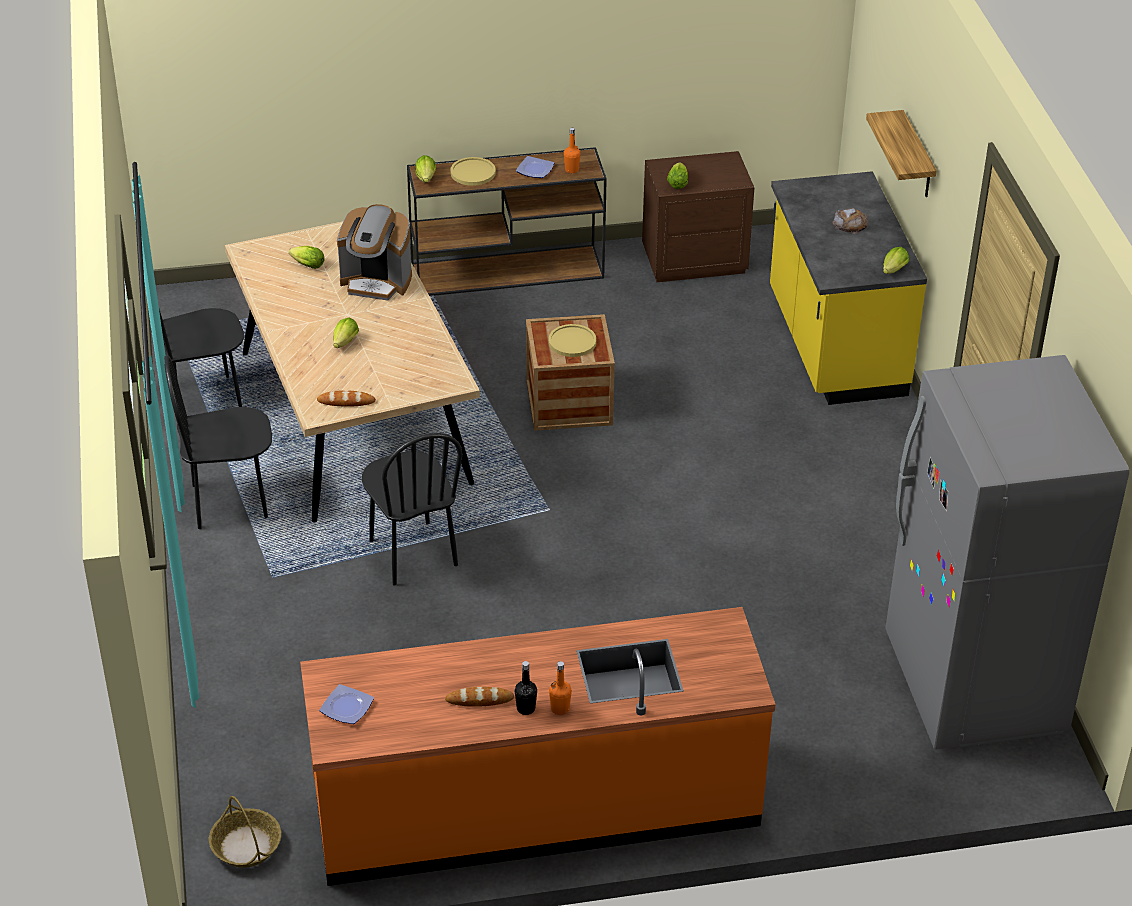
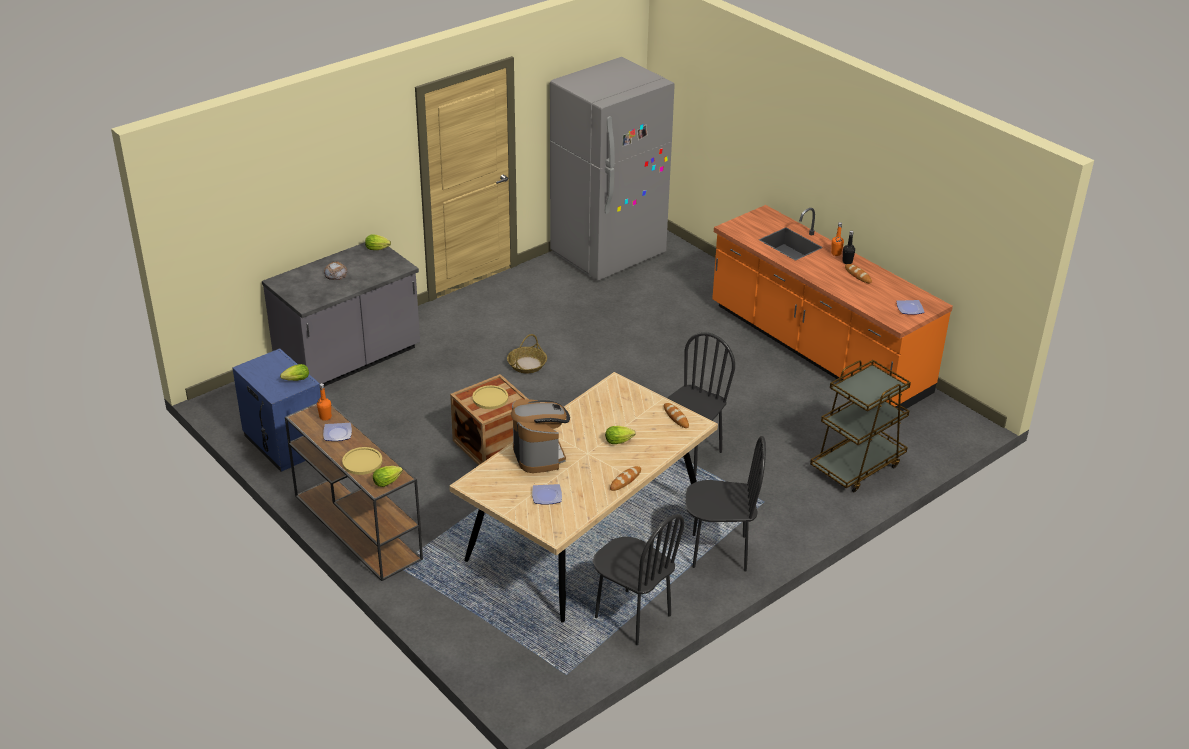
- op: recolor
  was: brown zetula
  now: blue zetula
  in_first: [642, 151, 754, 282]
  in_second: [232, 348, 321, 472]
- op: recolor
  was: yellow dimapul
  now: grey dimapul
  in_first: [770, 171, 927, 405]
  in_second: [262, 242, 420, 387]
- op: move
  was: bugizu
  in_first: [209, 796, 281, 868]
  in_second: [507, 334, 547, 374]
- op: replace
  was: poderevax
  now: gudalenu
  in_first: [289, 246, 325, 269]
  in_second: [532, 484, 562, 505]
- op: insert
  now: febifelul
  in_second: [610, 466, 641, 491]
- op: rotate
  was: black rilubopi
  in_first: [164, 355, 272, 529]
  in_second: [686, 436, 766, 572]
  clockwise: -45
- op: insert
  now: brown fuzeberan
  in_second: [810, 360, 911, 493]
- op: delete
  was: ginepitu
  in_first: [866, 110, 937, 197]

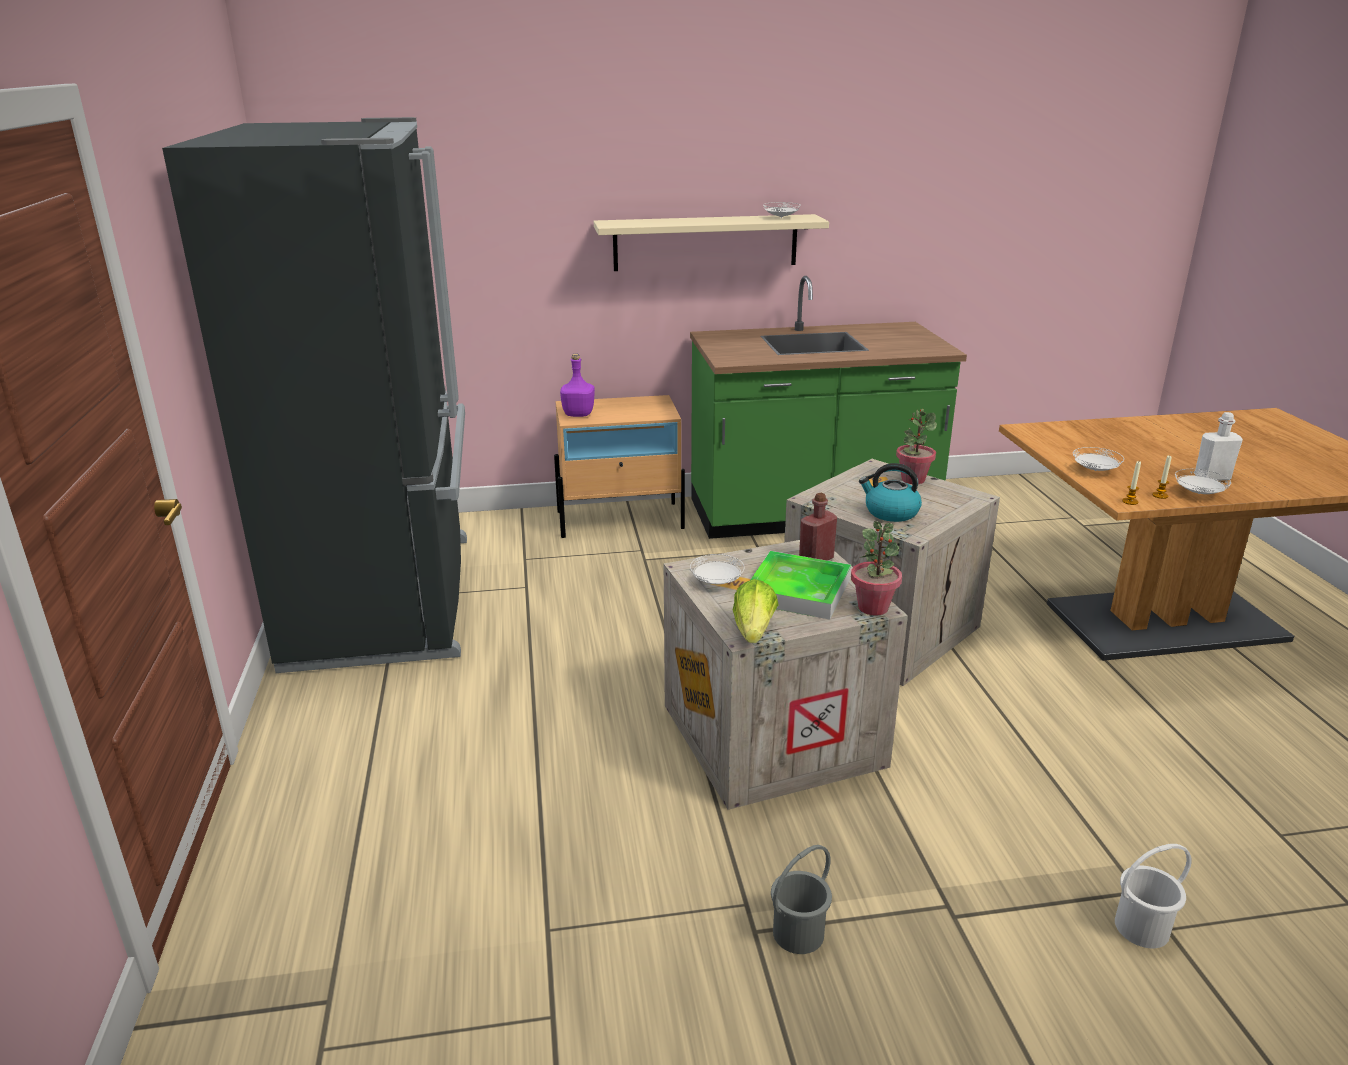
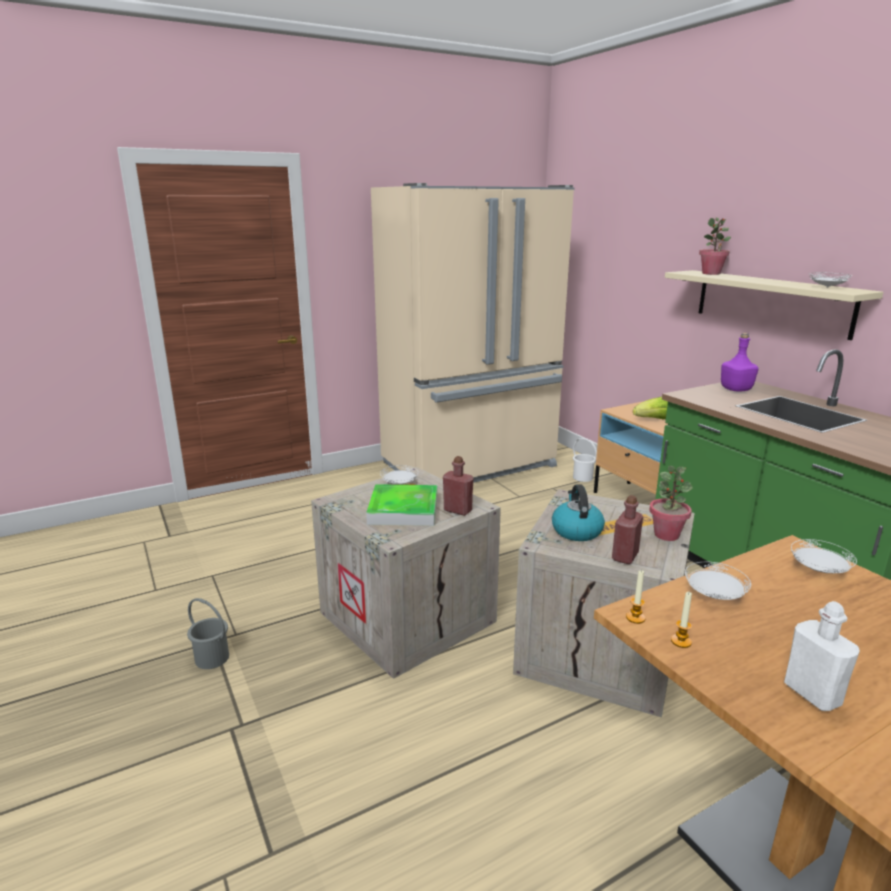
- op: recolor
  was: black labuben
  now: beige labuben
  in_first: [162, 117, 467, 673]
  in_second: [371, 183, 574, 483]
- op: move
  was: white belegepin
  in_first: [1115, 844, 1192, 948]
  in_second: [573, 438, 597, 482]
- op: insert
  now: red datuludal
  in_second: [612, 495, 643, 564]
- op: move
  was: poderevax
  in_first: [733, 579, 779, 643]
  in_second: [633, 397, 668, 420]
- op: move
  was: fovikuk
  in_first: [851, 521, 902, 616]
  in_second: [699, 217, 731, 275]
- op: move
  was: purple datuludal
  in_first: [560, 354, 595, 417]
  in_second: [721, 333, 759, 391]
- op: move
  was: white gudalenu
  in_first: [1175, 469, 1231, 494]
  in_second: [791, 539, 857, 573]

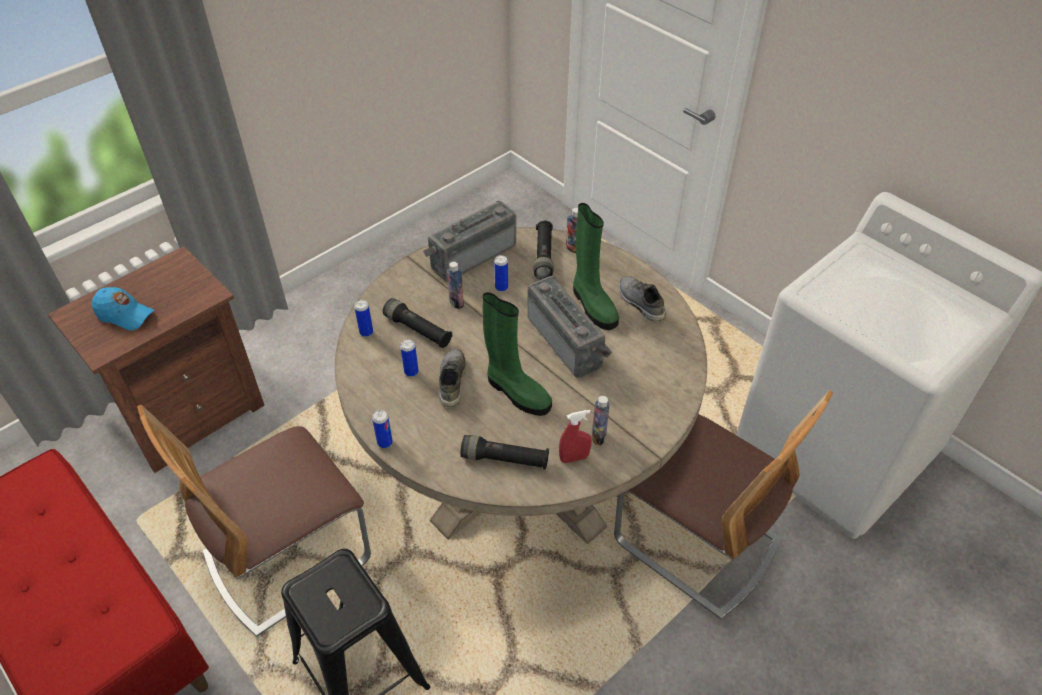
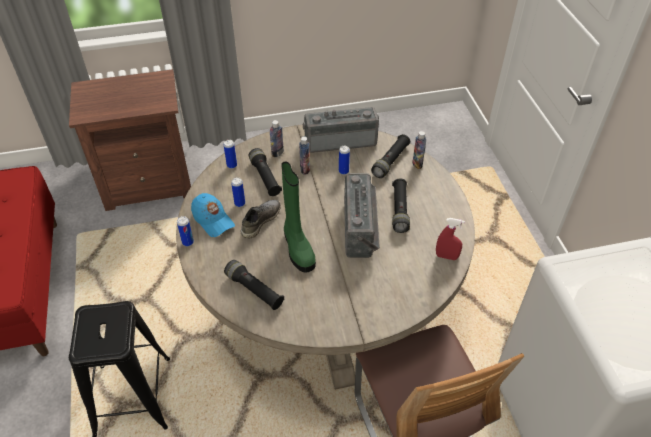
- op: move
  was: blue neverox
  in_first: [92, 287, 154, 331]
  in_second: [191, 193, 235, 237]
- op: move
  was: datuludal
  in_first: [592, 396, 610, 445]
  in_second: [270, 120, 284, 157]
- op: replace
  was: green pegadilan
  now: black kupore
  in_first: [573, 203, 619, 330]
  in_second: [392, 178, 410, 233]
- op: move
  was: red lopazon
  in_first: [559, 410, 592, 463]
  in_second: [436, 218, 465, 260]
- op: delete
  was: rilubopi
  in_first: [137, 405, 371, 637]
- op: delete
  was: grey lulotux
  in_first: [619, 276, 666, 321]

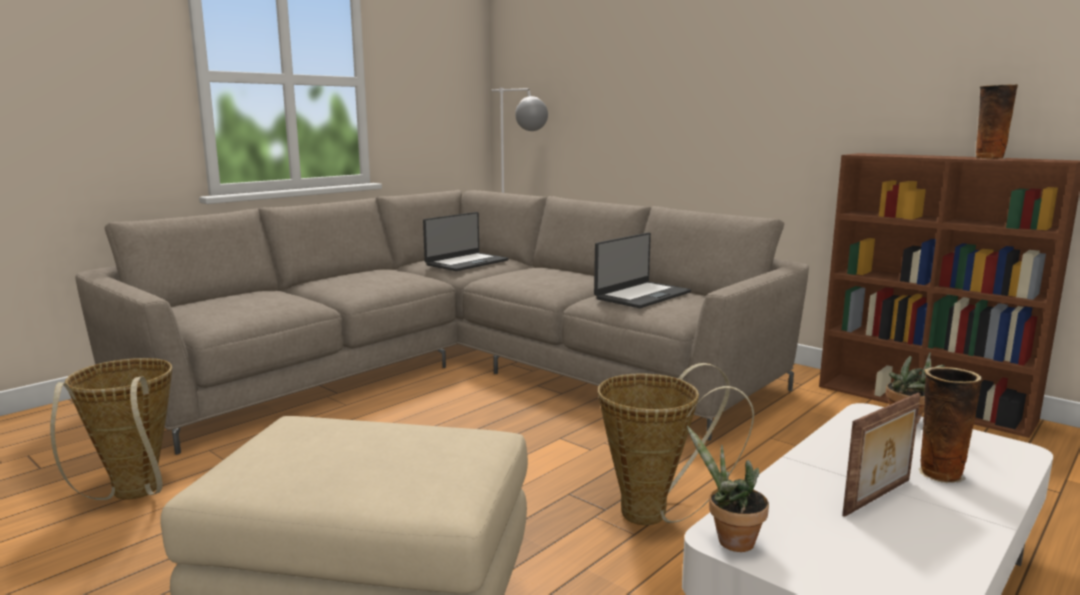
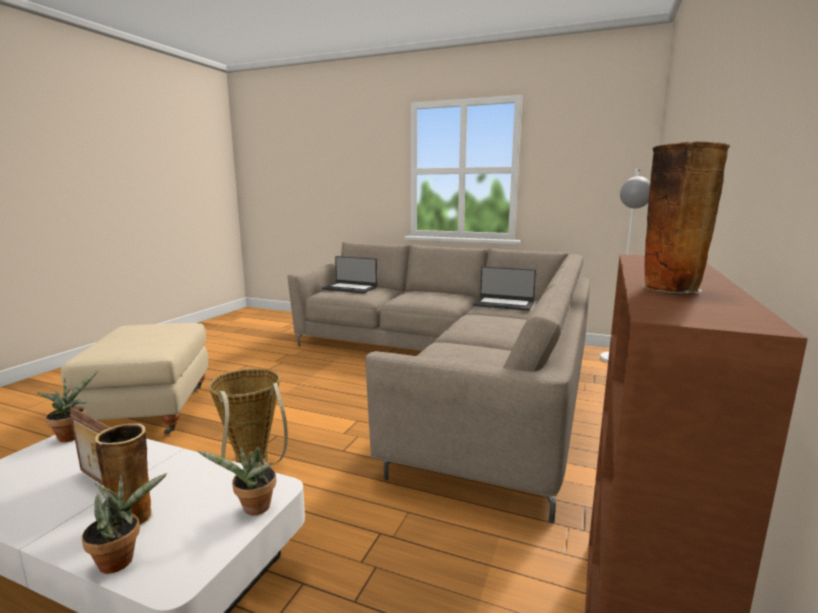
- op: insert
  now: fovikuk
  in_second: [82, 473, 167, 574]
- op: move
  was: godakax
  in_first: [594, 233, 691, 308]
  in_second: [322, 256, 377, 293]
- op: delete
  was: bugizu
  in_first: [50, 358, 172, 500]

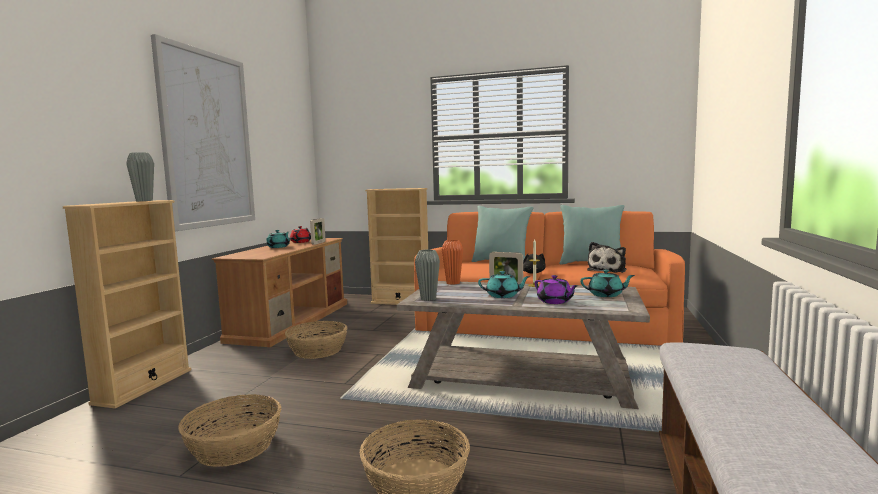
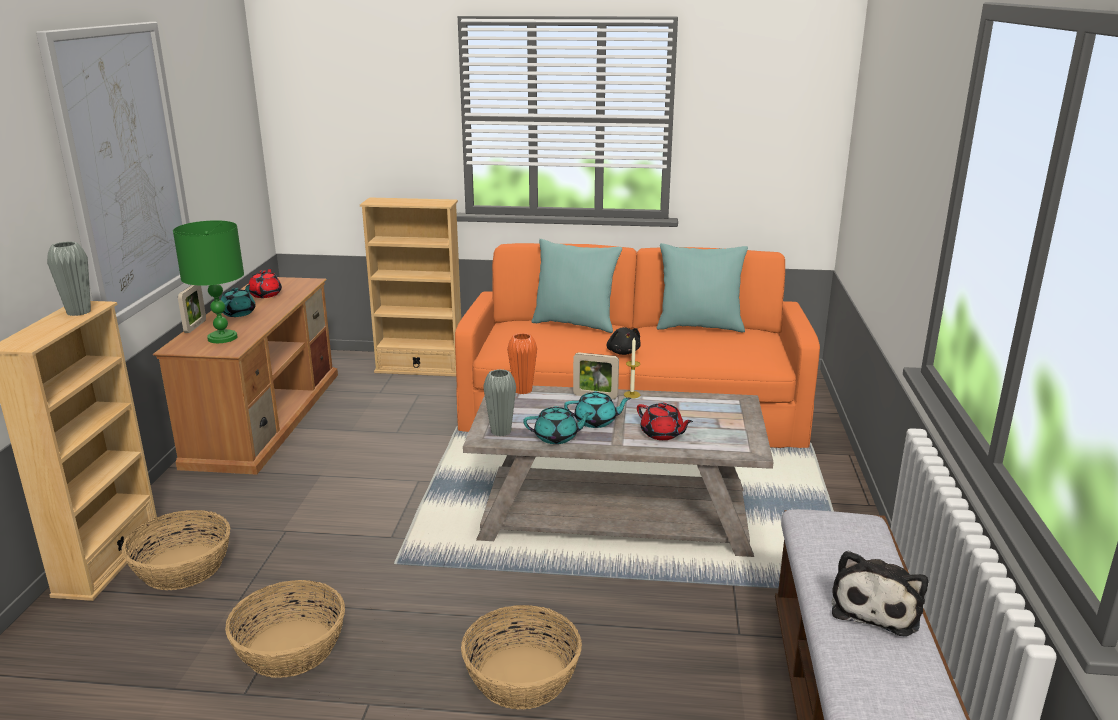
- op: move
  was: bugizu
  in_first: [285, 321, 348, 359]
  in_second: [122, 510, 230, 590]
- op: insert
  now: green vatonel
  in_second: [173, 220, 244, 343]
- op: move
  was: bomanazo
  in_first: [310, 218, 325, 245]
  in_second: [178, 285, 206, 333]
- op: move
  was: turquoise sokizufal
  in_first: [580, 270, 635, 297]
  in_second: [523, 406, 593, 444]
- op: recolor
  was: purple sokizufal
  now: red sokizufal
  in_first: [535, 275, 579, 304]
  in_second: [637, 403, 693, 440]
- op: move
  was: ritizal
  in_first: [587, 242, 626, 273]
  in_second: [832, 550, 928, 636]

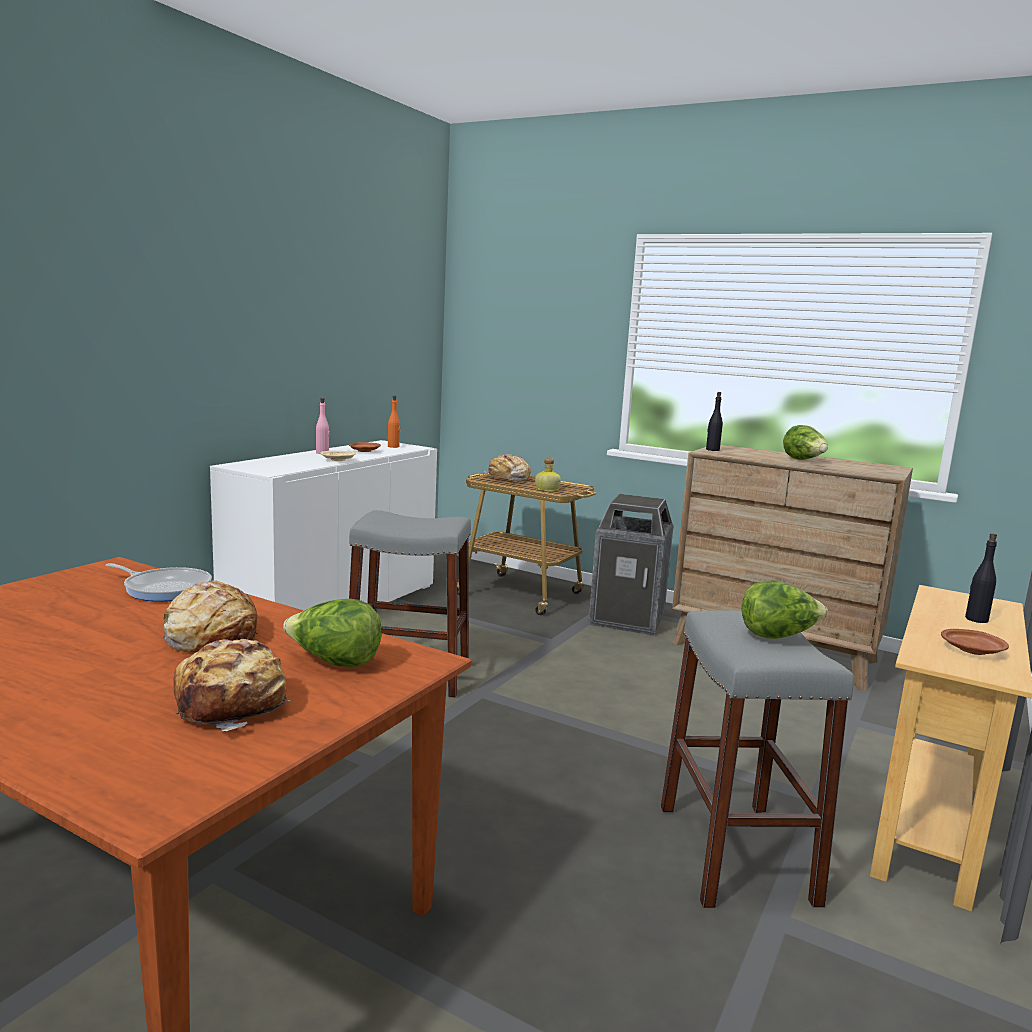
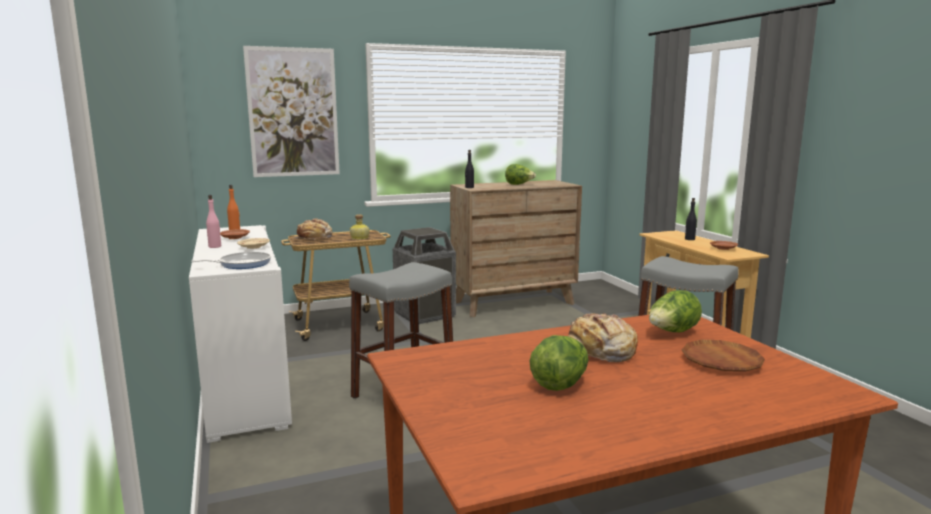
- op: move
  was: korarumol
  in_first: [106, 563, 212, 602]
  in_second: [191, 252, 271, 269]
- op: insert
  now: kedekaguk
  in_second: [243, 46, 340, 177]
- op: move
  was: poderevax
  in_first: [742, 580, 828, 639]
  in_second: [529, 335, 588, 391]
- op: replace
  was: febifelul
  now: brown gudalenu
  in_first: [173, 639, 291, 731]
  in_second: [682, 340, 765, 372]

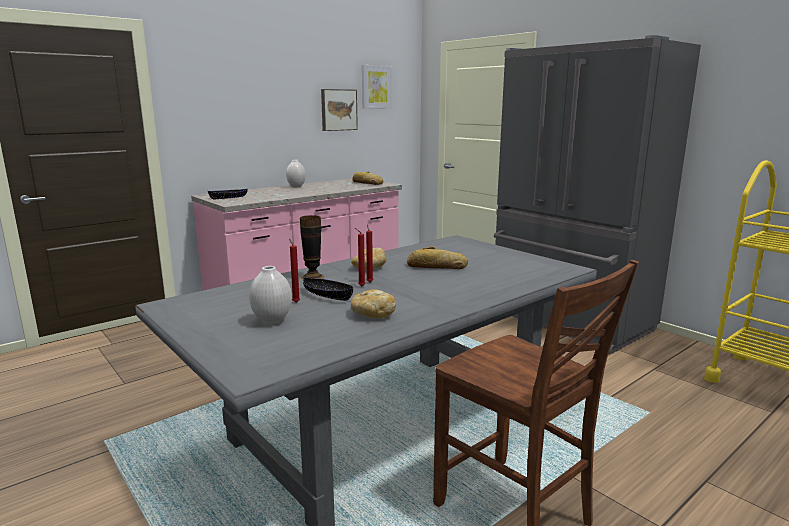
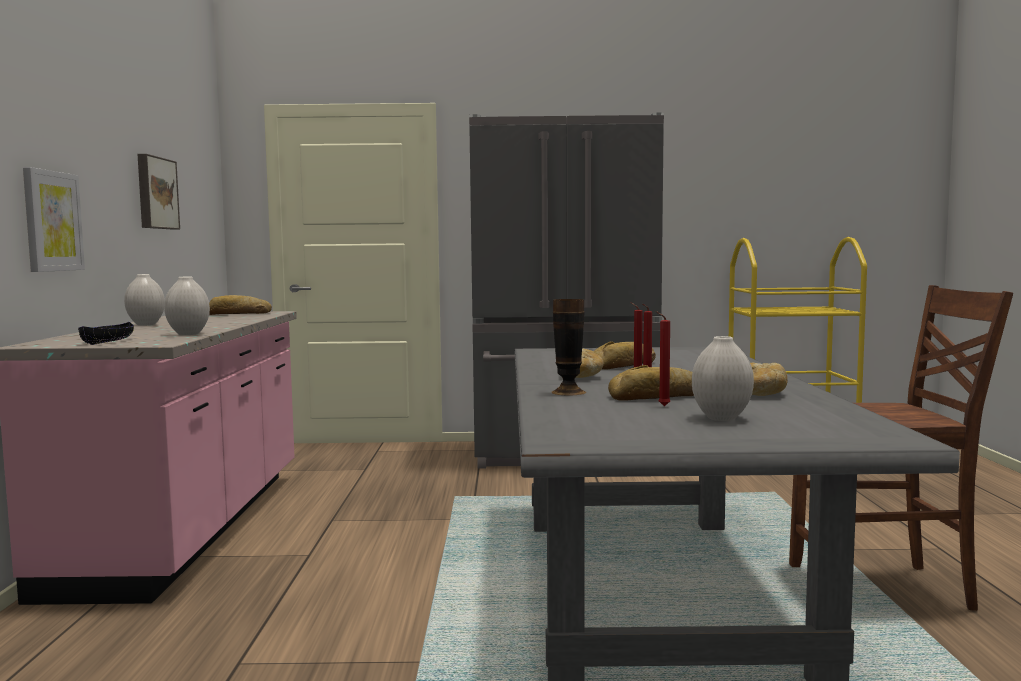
- op: move
  was: kedekaguk
  in_first: [362, 65, 392, 109]
  in_second: [23, 167, 85, 272]
- op: insert
  now: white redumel
  in_second: [164, 277, 210, 335]
- op: replace
  was: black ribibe
  now: febifelul
  in_first: [303, 277, 353, 301]
  in_second: [608, 365, 694, 401]

